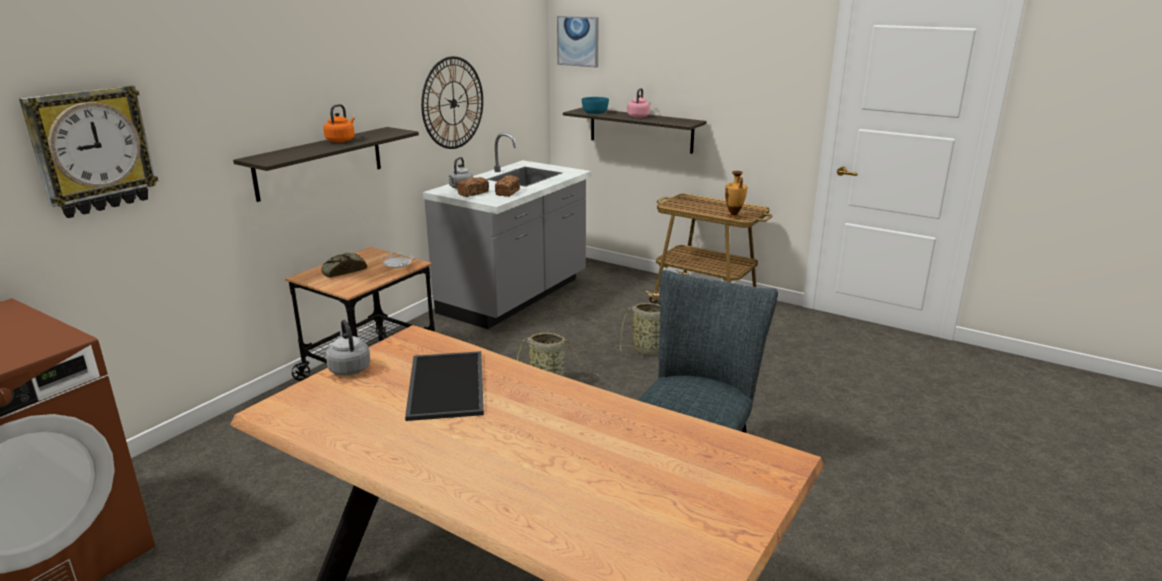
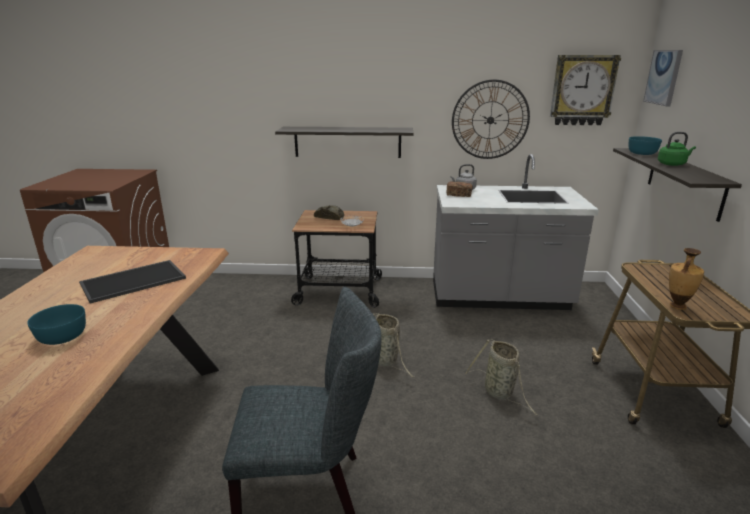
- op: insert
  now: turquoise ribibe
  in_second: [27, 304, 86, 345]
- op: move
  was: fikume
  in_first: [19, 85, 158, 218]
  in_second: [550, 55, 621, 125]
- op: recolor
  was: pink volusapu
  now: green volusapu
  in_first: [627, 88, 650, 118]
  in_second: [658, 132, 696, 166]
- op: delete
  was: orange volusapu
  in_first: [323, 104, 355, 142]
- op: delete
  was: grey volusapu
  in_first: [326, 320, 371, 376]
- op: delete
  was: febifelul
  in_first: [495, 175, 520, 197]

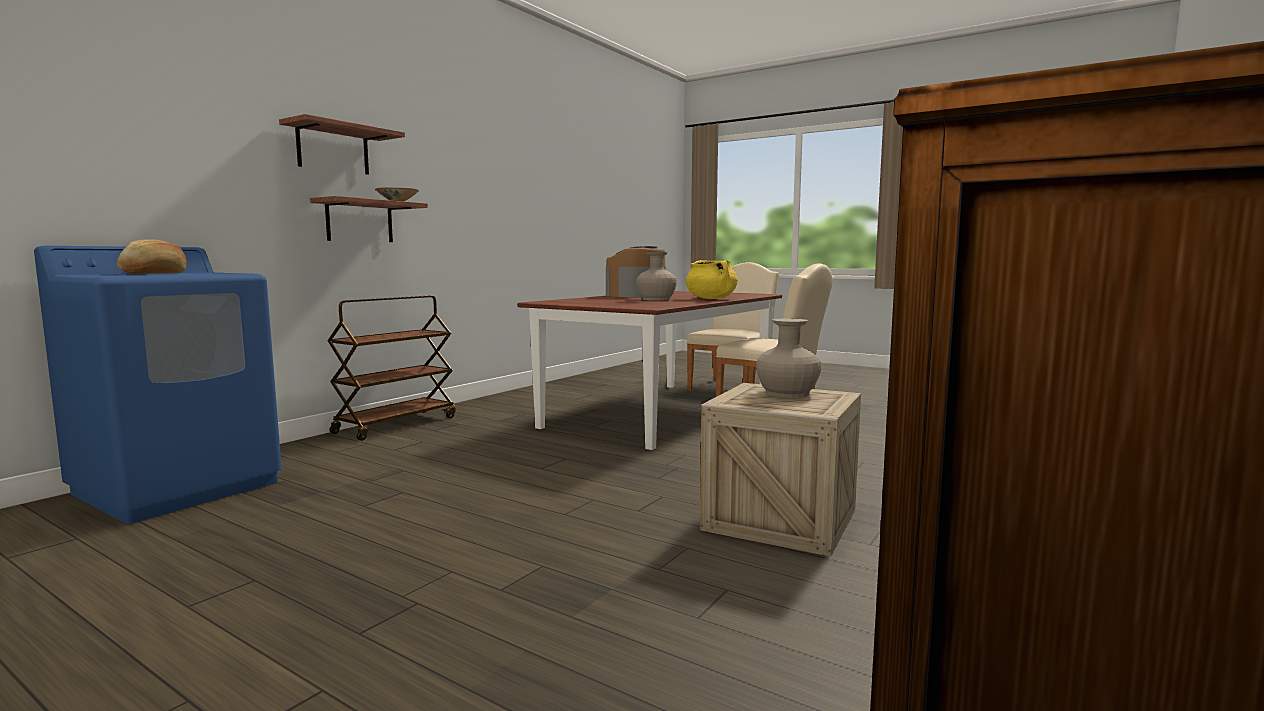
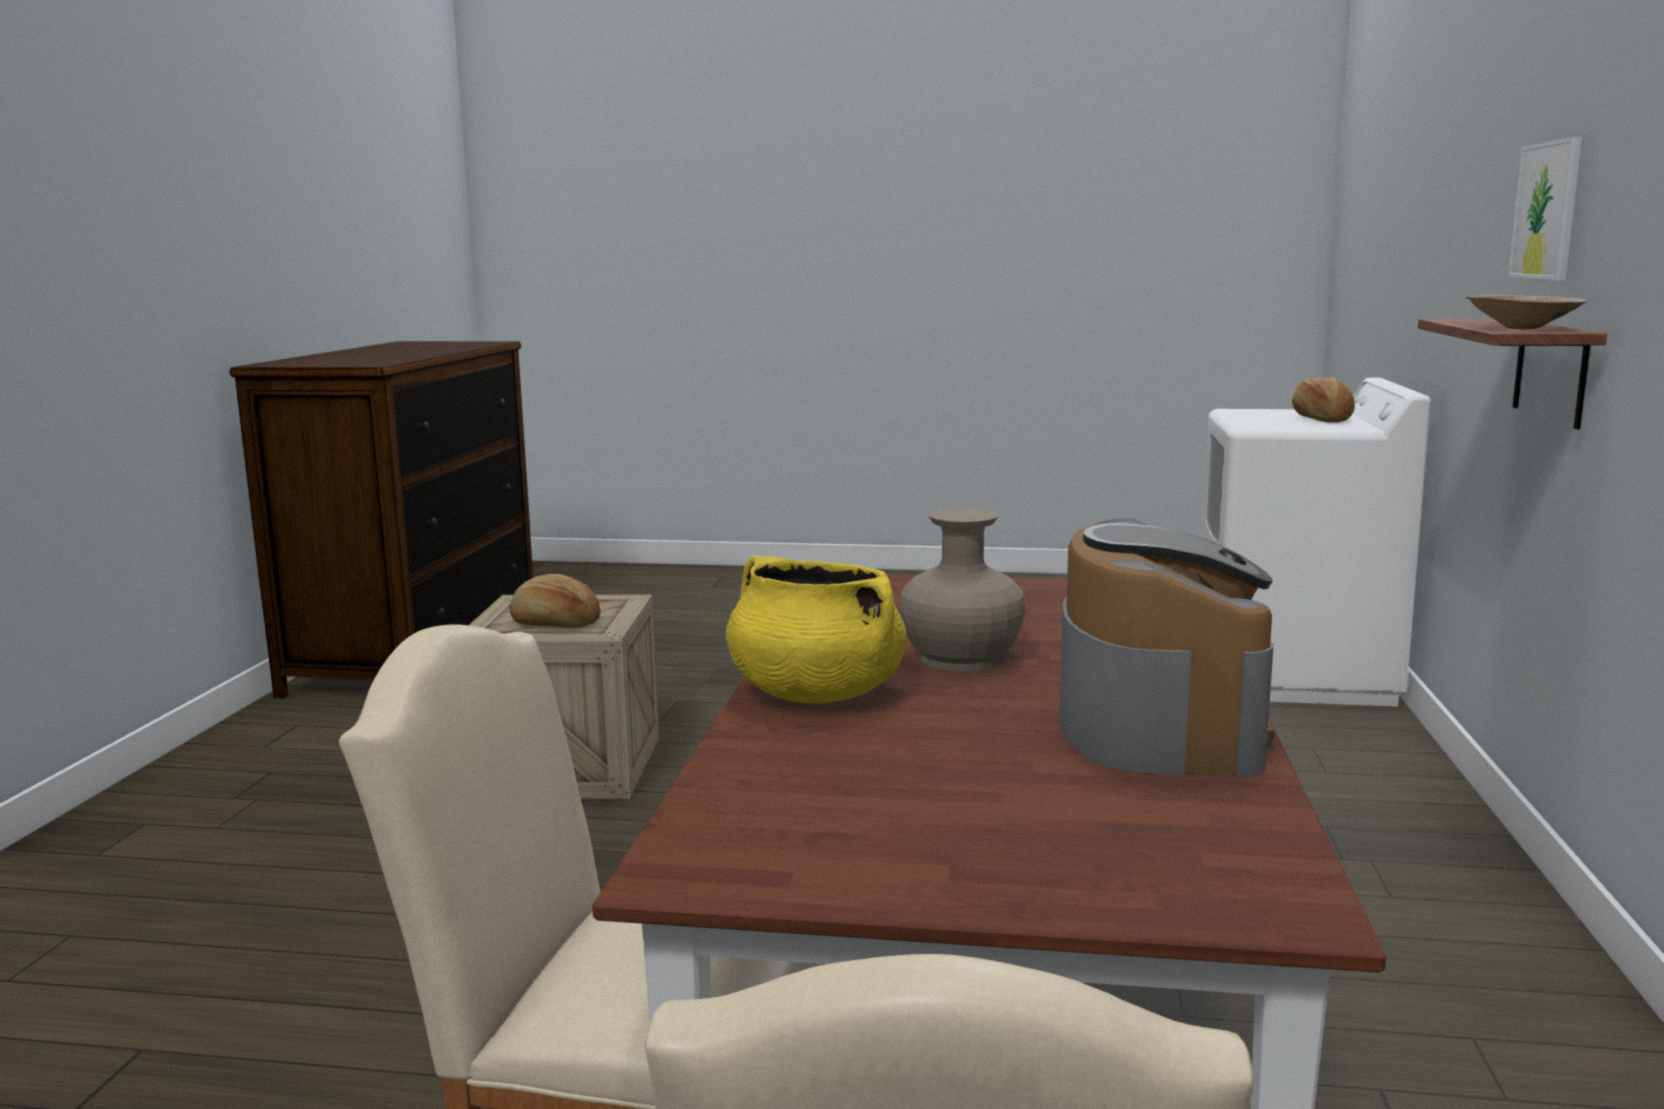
- op: replace
  was: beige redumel
  now: febifelul
  in_first: [756, 318, 821, 398]
  in_second: [510, 574, 601, 628]
- op: recolor
  was: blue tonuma
  now: white tonuma
  in_first: [34, 246, 282, 524]
  in_second: [1201, 378, 1431, 707]
- op: replace
  was: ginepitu
  now: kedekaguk
  in_first: [279, 114, 405, 175]
  in_second: [1508, 137, 1582, 280]
- op: delete
  was: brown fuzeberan
  in_first: [327, 295, 456, 441]

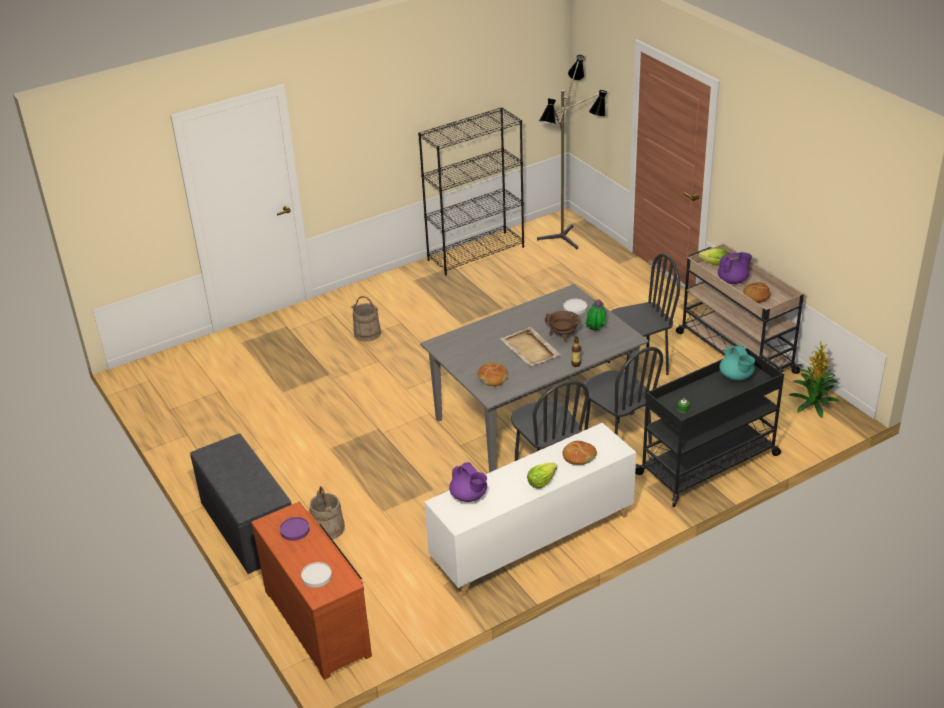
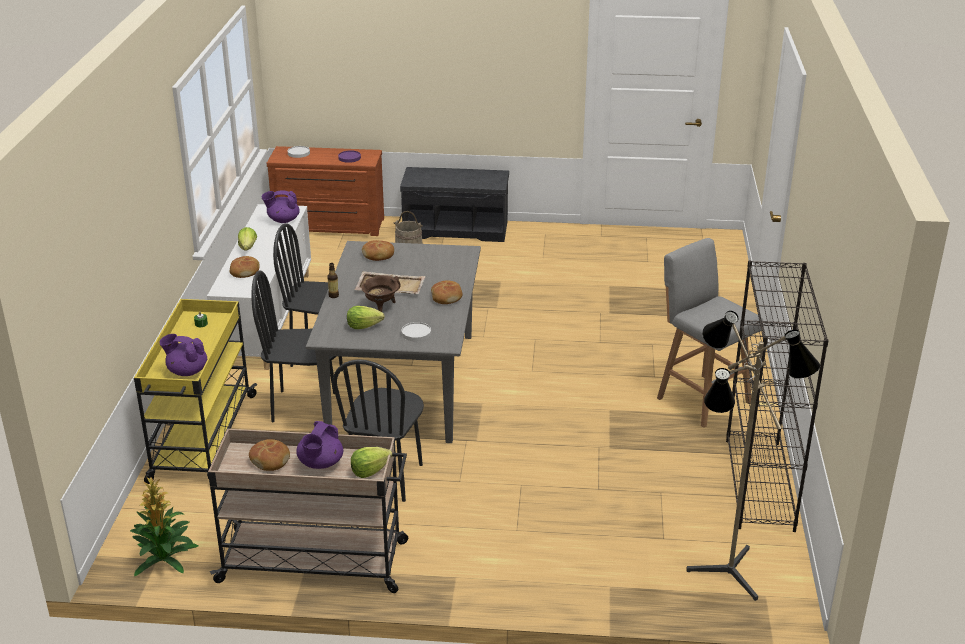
- op: recolor
  was: black fuzeberan
  now: yellow fuzeberan
  in_first: [635, 348, 784, 507]
  in_second: [134, 299, 258, 484]
- op: recolor
  was: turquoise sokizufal
  now: purple sokizufal
  in_first: [719, 346, 755, 381]
  in_second: [159, 334, 207, 376]
- op: replace
  was: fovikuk
  now: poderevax
  in_first: [585, 299, 606, 331]
  in_second: [347, 306, 385, 329]
- op: insert
  now: febifelul
  in_second: [431, 280, 463, 304]
- op: insert
  now: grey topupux
  in_second: [657, 238, 763, 428]
- op: delete
  was: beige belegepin
  in_first: [351, 296, 381, 342]

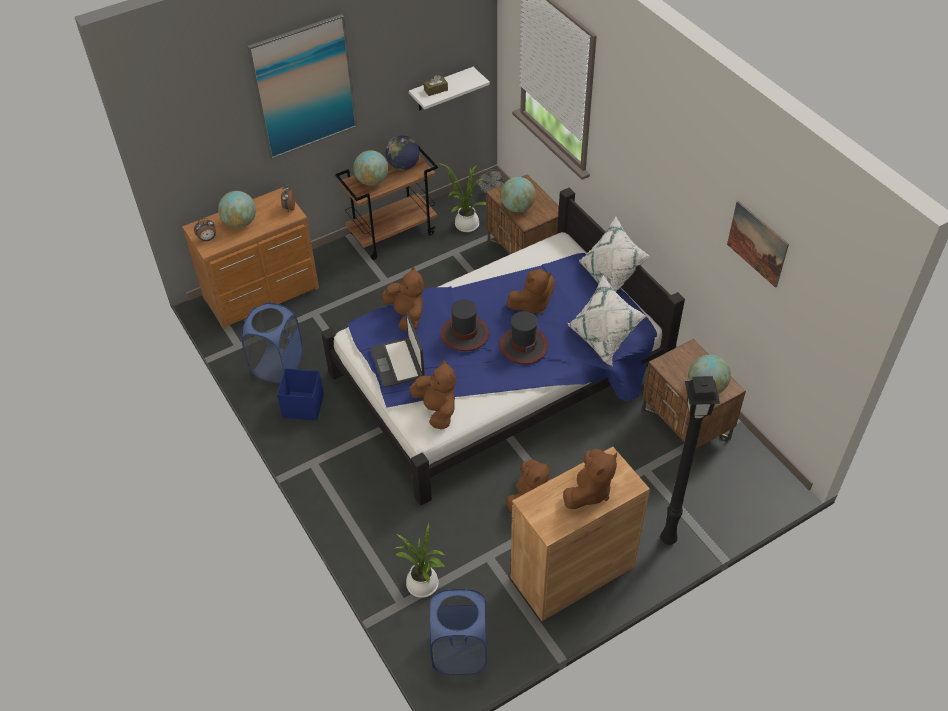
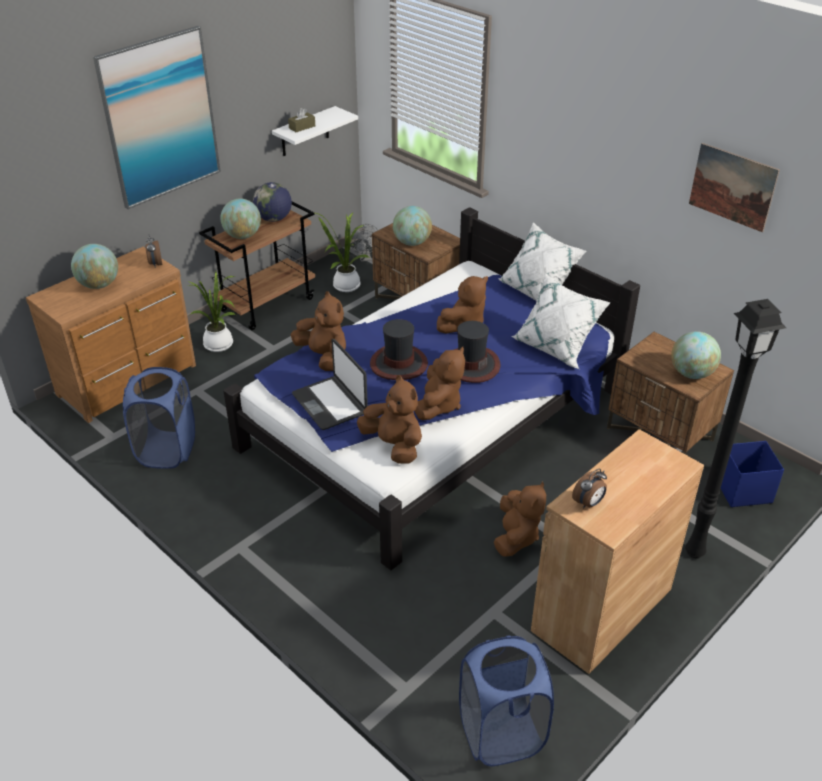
- op: move
  was: fovikuk
  in_first: [395, 523, 445, 598]
  in_second: [187, 271, 236, 352]
- op: move
  was: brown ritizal
  in_first: [563, 449, 617, 509]
  in_second: [414, 347, 465, 420]
- op: move
  was: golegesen
  in_first: [194, 218, 216, 242]
  in_second: [572, 468, 607, 508]
- op: move
  was: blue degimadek
  in_first: [277, 369, 324, 420]
  in_second: [721, 441, 784, 507]

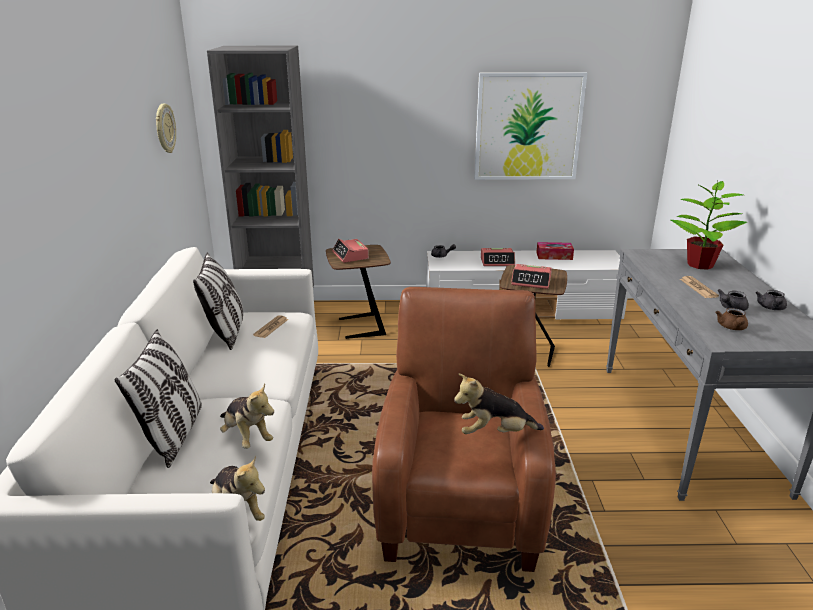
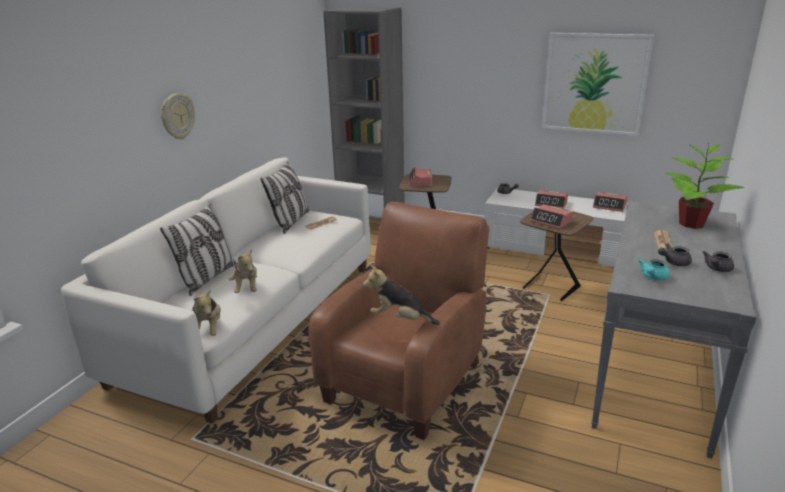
- op: move
  was: fikume
  in_first: [156, 104, 176, 153]
  in_second: [161, 93, 195, 139]
- op: replace
  was: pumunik
  now: golegesen
  in_first: [536, 242, 574, 260]
  in_second: [593, 192, 627, 212]
- op: recolor
  was: brown sokizufal
  now: turquoise sokizufal
  in_first: [715, 308, 748, 330]
  in_second: [638, 259, 670, 280]

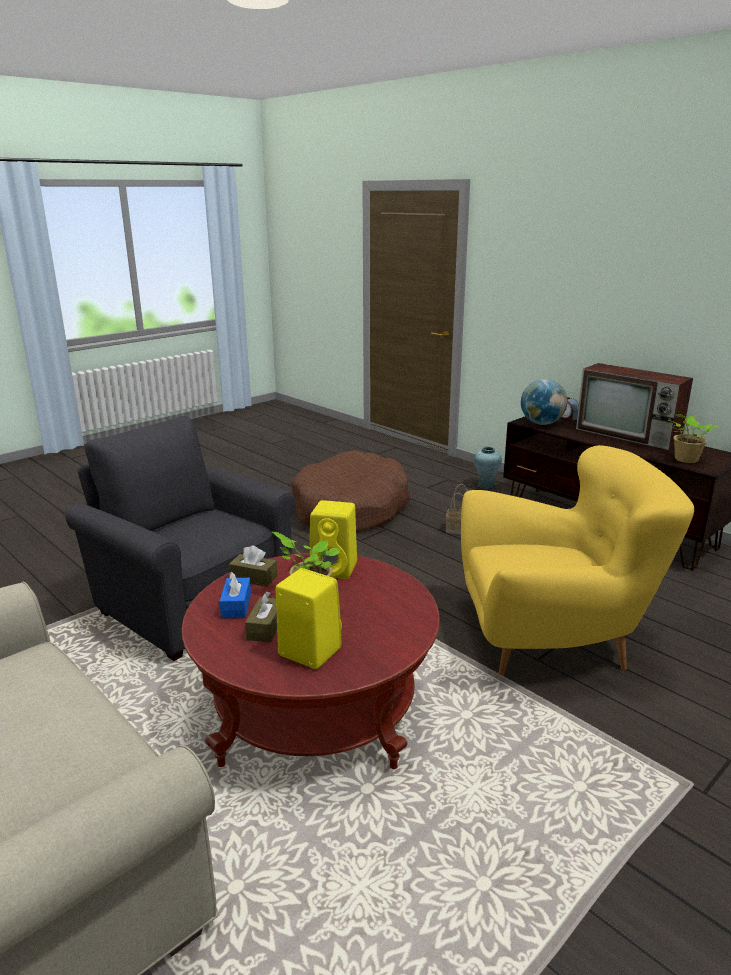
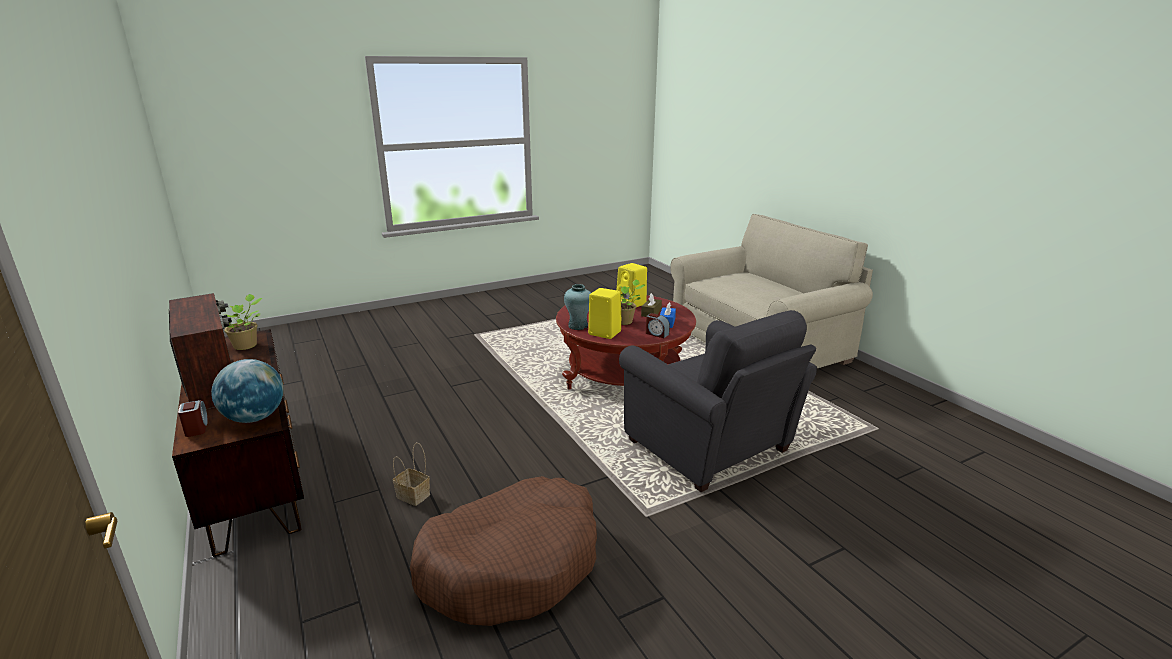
- op: move
  was: turquoise redumel
  in_first: [474, 447, 502, 489]
  in_second: [564, 284, 591, 330]
- op: replace
  was: brown pumunik
  now: golegesen
  in_first: [229, 545, 278, 587]
  in_second: [646, 313, 670, 338]
- op: delete
  was: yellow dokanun
  in_first: [461, 445, 694, 676]

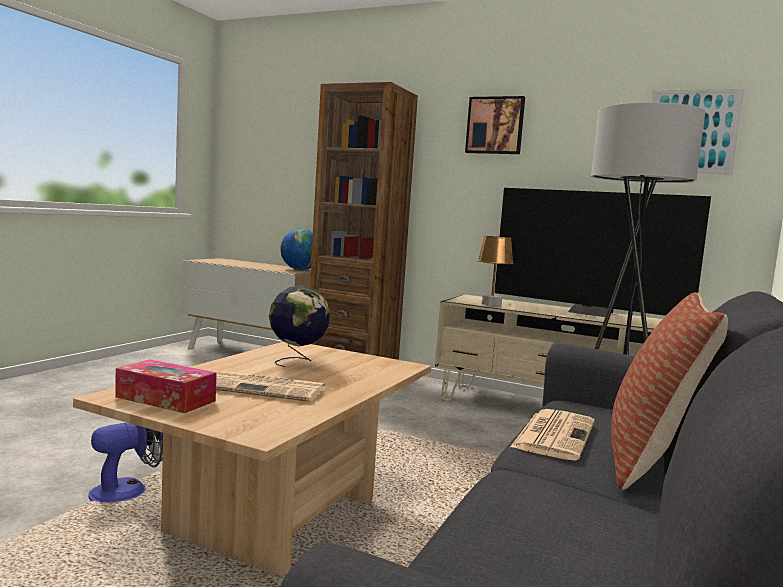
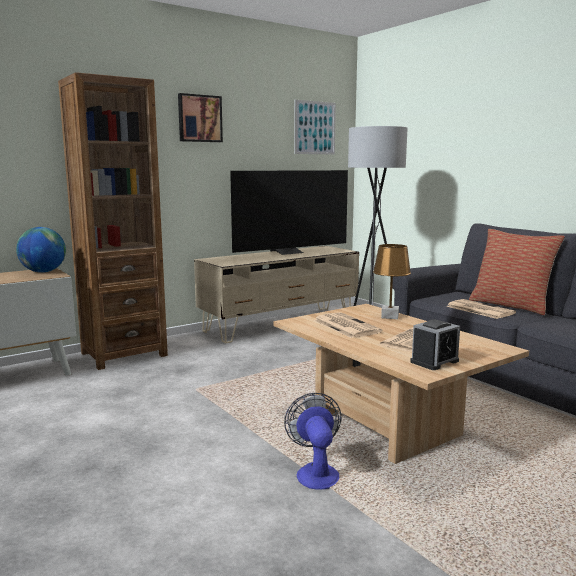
- op: replace
  was: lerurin
  now: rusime
  in_first: [269, 285, 330, 367]
  in_second: [313, 312, 382, 338]
- op: move
  was: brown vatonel
  in_first: [478, 236, 513, 307]
  in_second: [373, 244, 411, 319]
- op: replace
  was: pumunik
  now: golegesen
  in_first: [115, 359, 217, 413]
  in_second: [410, 319, 460, 370]

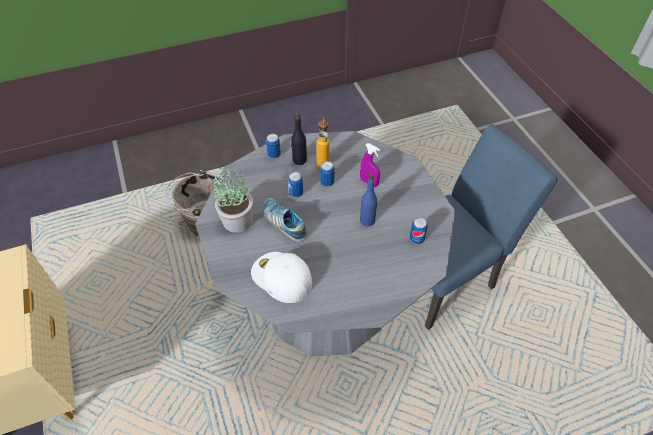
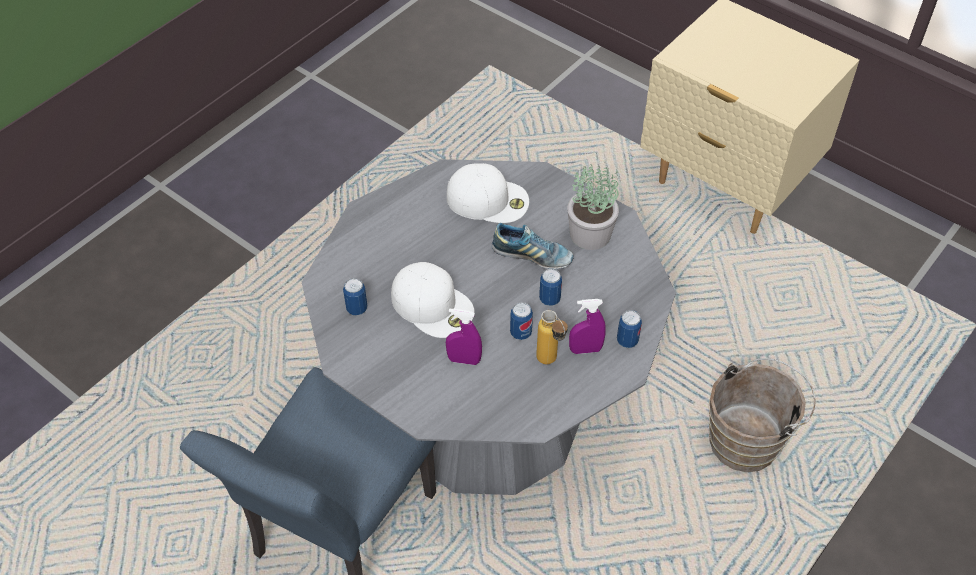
- op: replace
  was: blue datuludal
  now: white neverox
  in_first: [360, 174, 377, 227]
  in_second: [391, 262, 474, 338]
- op: replace
  was: black datuludal
  now: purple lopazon
  in_first: [291, 112, 307, 165]
  in_second: [569, 299, 606, 354]

